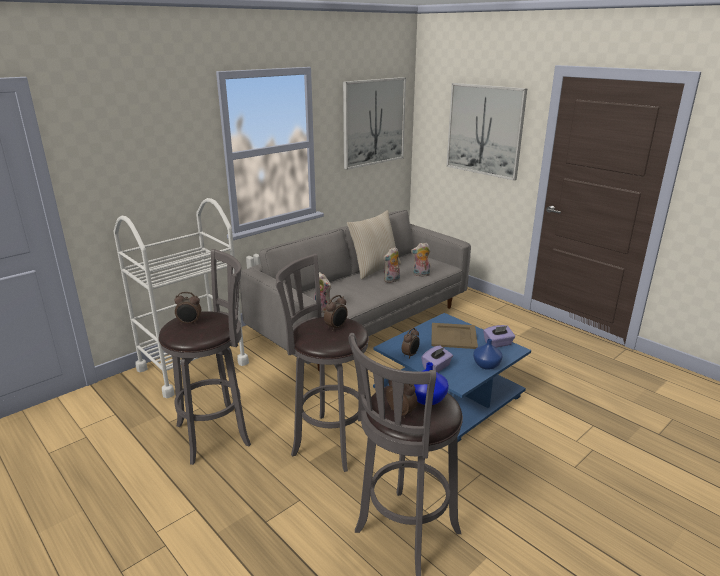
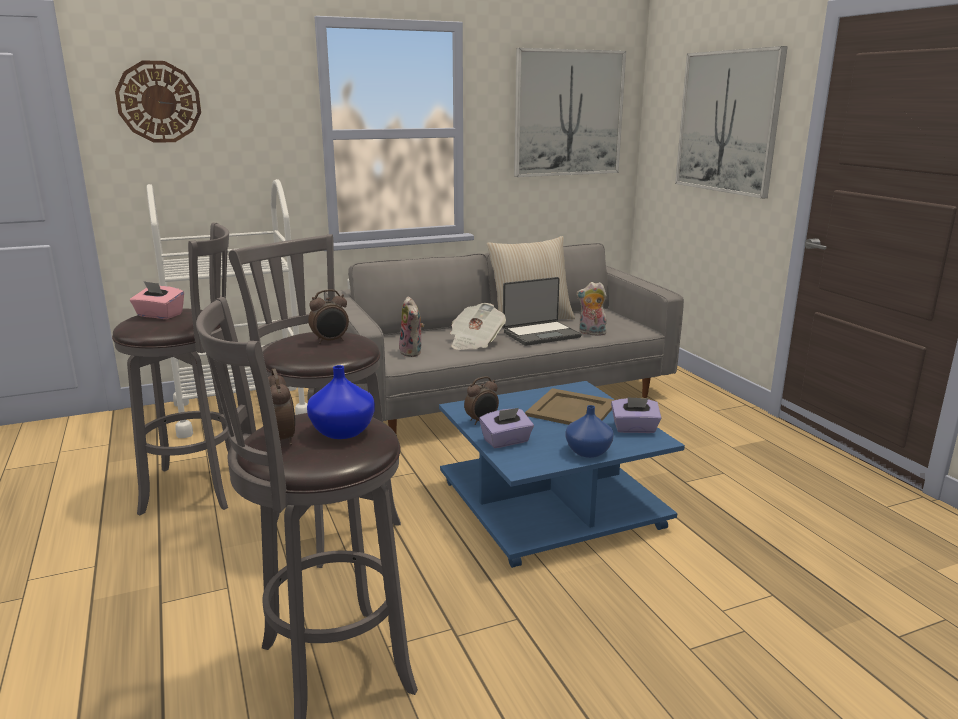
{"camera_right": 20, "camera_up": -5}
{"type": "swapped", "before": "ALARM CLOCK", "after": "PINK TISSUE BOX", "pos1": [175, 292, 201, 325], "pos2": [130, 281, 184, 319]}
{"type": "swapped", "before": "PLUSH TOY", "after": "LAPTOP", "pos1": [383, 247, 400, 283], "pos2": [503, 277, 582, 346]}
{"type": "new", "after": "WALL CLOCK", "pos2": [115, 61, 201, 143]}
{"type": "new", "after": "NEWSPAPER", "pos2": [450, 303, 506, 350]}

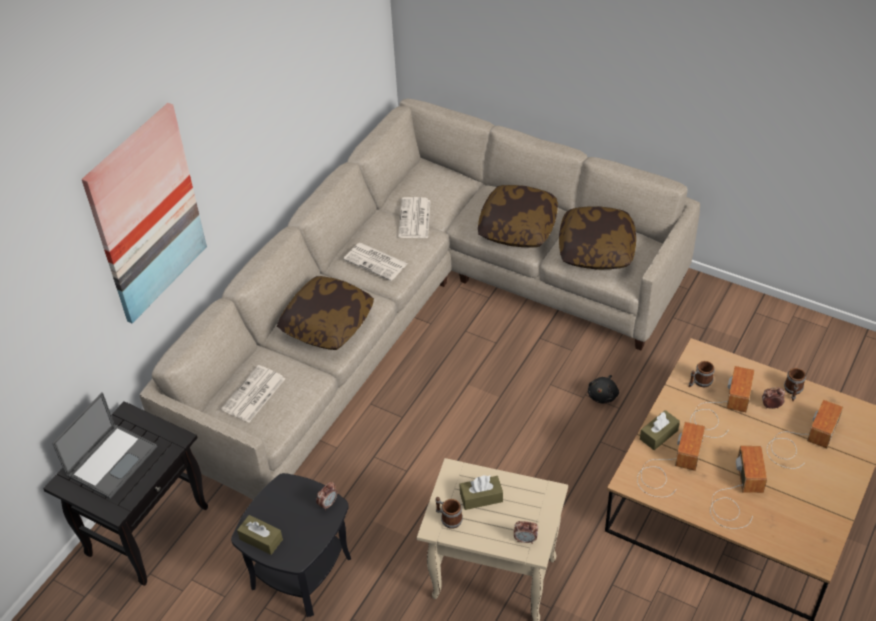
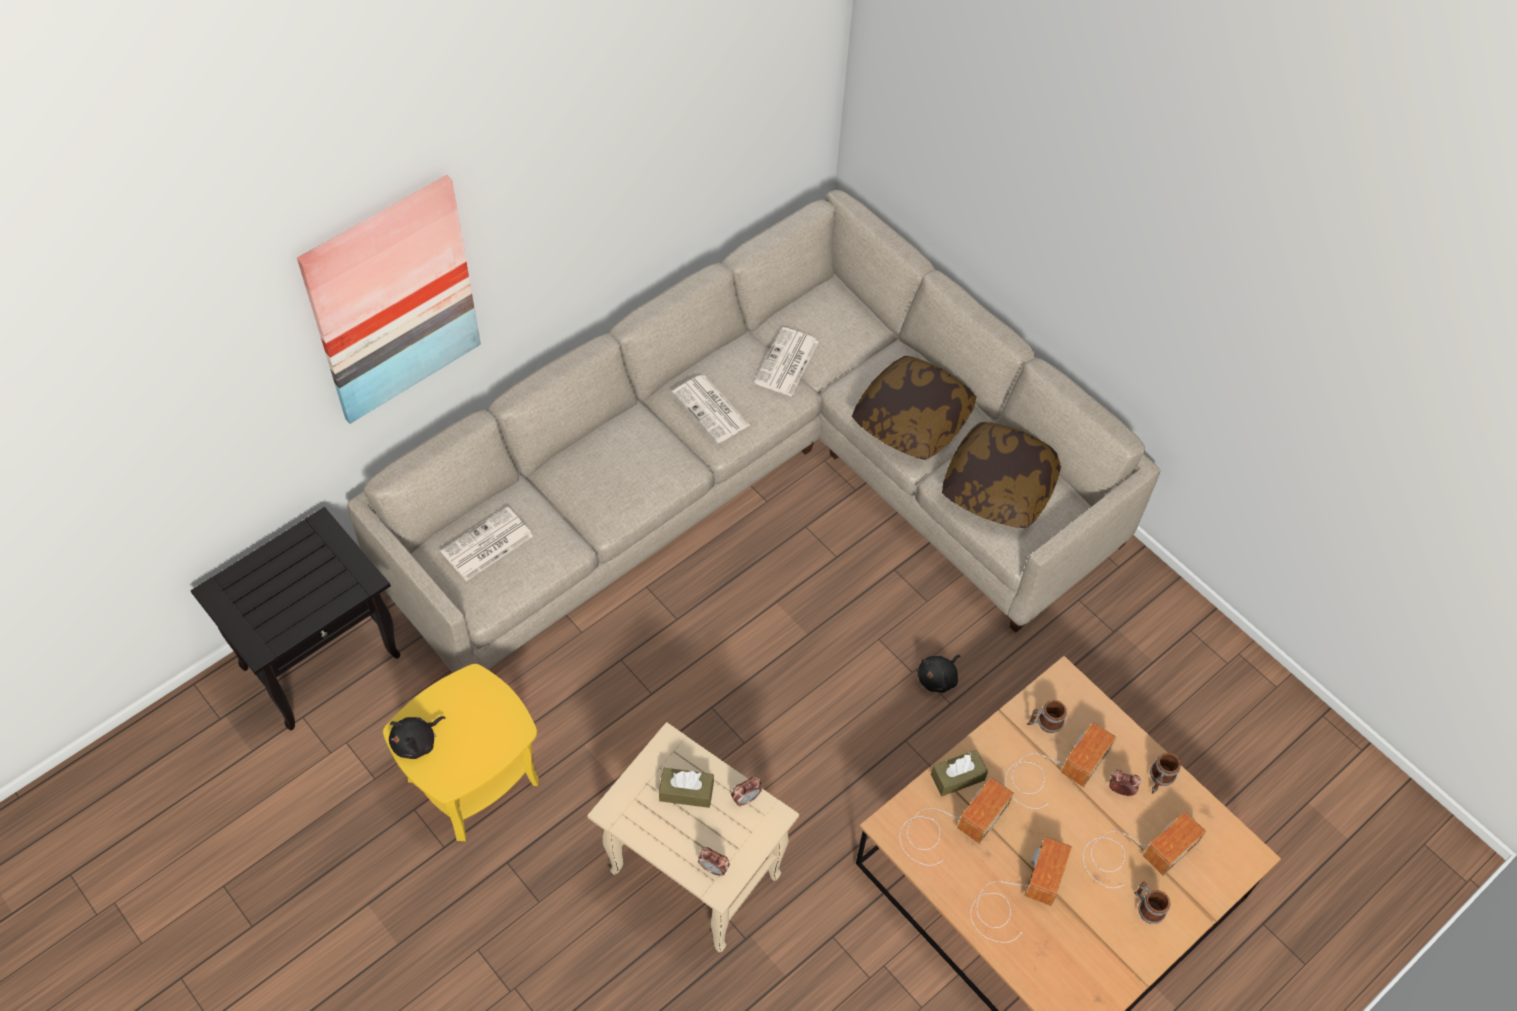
{"camera_right": 15, "camera_up": 10}
{"type": "gone", "before": "LAPTOP", "pos1": [52, 392, 157, 499]}
{"type": "repainted", "before": "BLACK SIDE TABLE", "after": "YELLOW SIDE TABLE", "pos1": [231, 473, 351, 617], "pos2": [383, 664, 539, 841]}
{"type": "swapped", "before": "BROWN TISSUE BOX", "after": "BLACK PLUSH TOY", "pos1": [237, 515, 283, 555], "pos2": [389, 716, 446, 759]}
{"type": "gone", "before": "PILLOW", "pos1": [277, 276, 374, 350]}
{"type": "shifted", "before": "ALARM CLOCK", "pos1": [316, 482, 337, 510], "pos2": [731, 776, 762, 807]}
{"type": "shifted", "before": "MUG", "pos1": [435, 497, 463, 528], "pos2": [1134, 882, 1171, 924]}

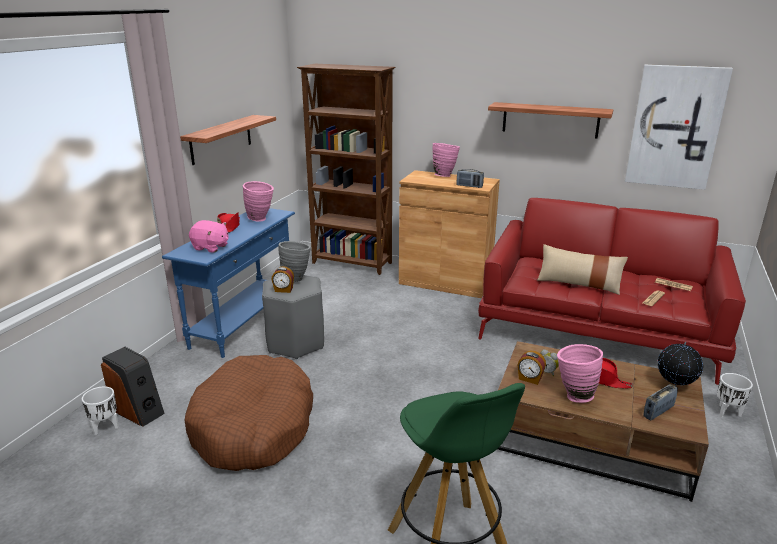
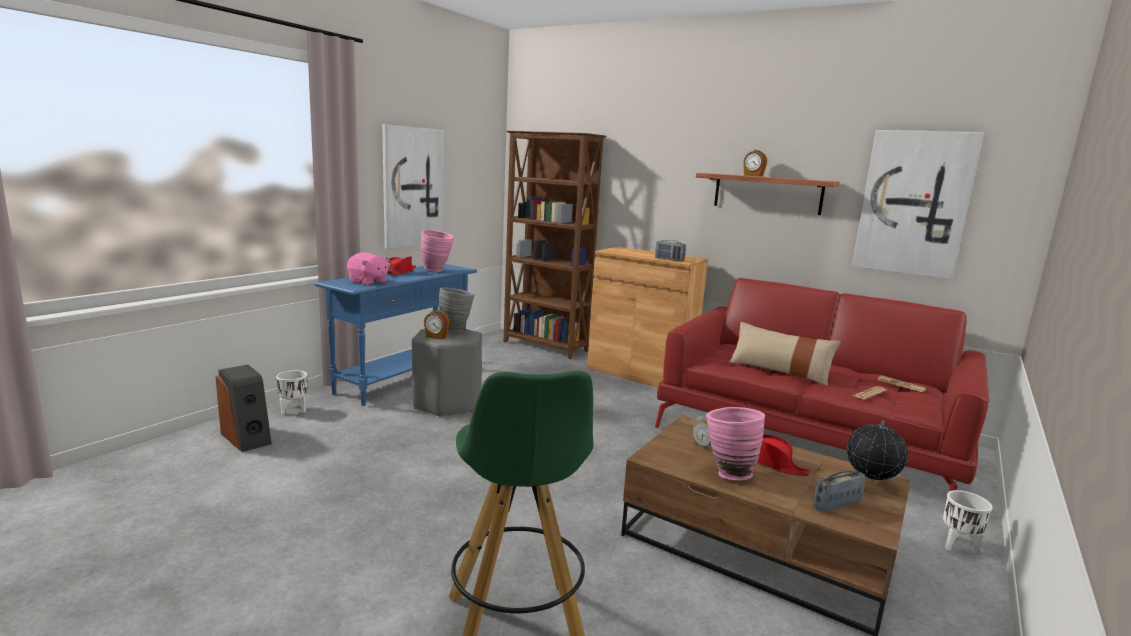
{"camera_right": 10, "camera_up": -10}
{"type": "shifted", "before": "WHITE PLANTER", "pos1": [82, 386, 119, 435], "pos2": [276, 370, 307, 414]}
{"type": "swapped", "before": "SHELF", "after": "PICTURE", "pos1": [180, 115, 276, 165], "pos2": [382, 124, 444, 249]}
{"type": "gone", "before": "BROWN DOG BED", "pos1": [184, 355, 313, 471]}
{"type": "gone", "before": "PINK VASE", "pos1": [433, 143, 460, 177]}
{"type": "shifted", "before": "ALARM CLOCK", "pos1": [517, 351, 546, 385], "pos2": [743, 150, 767, 177]}

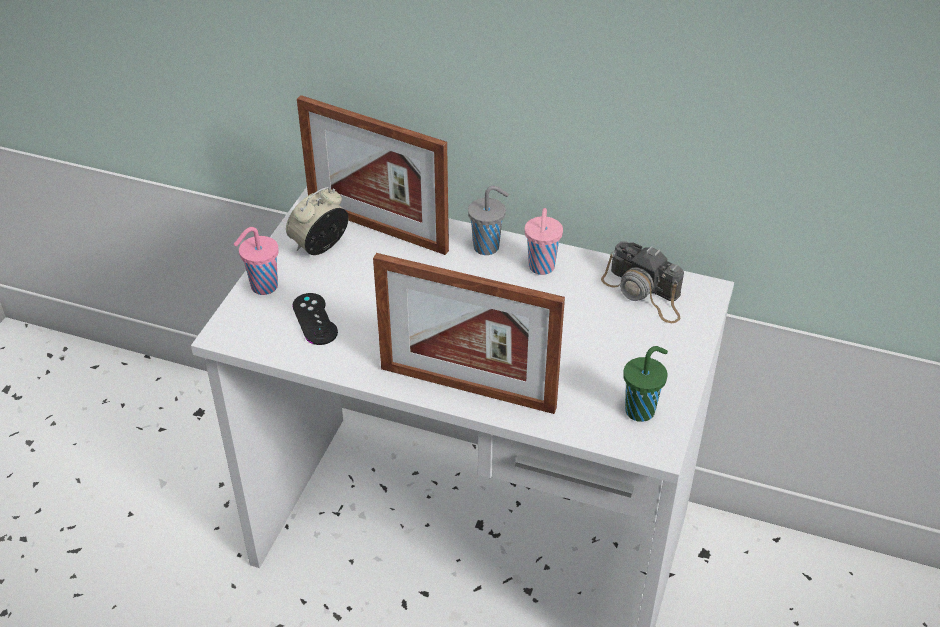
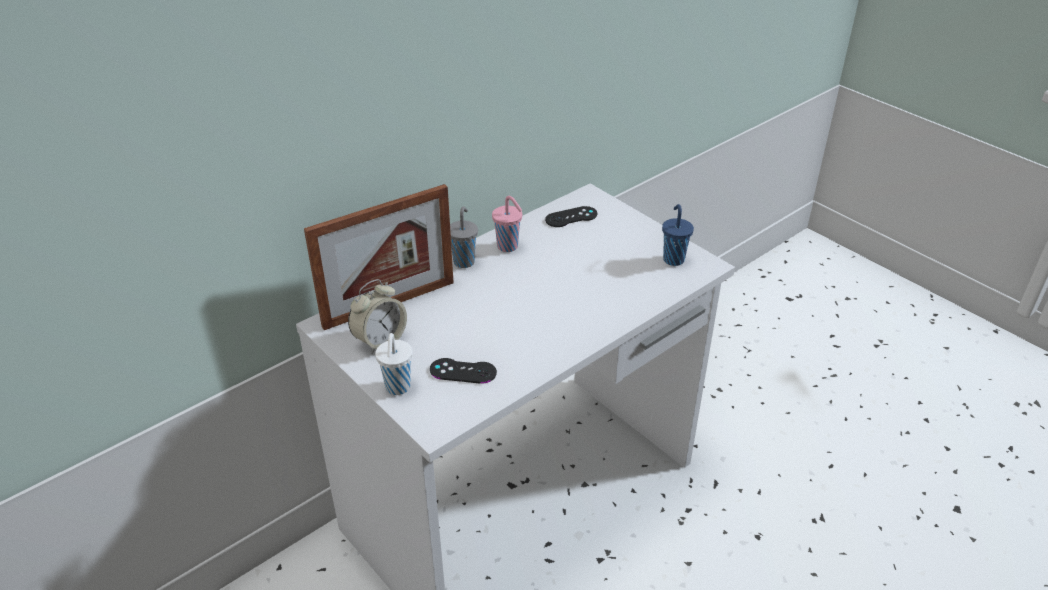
{"camera_right": -60, "camera_up": -5}
{"type": "repainted", "before": "PINK CUP", "after": "WHITE CUP", "pos1": [234, 227, 279, 295], "pos2": [375, 333, 413, 395]}
{"type": "rotated", "before": "ALARM CLOCK", "pos1": [286, 187, 349, 255], "pos2": [348, 279, 407, 354], "turn": -120}
{"type": "gone", "before": "PICTURE FRAME", "pos1": [373, 253, 565, 414]}
{"type": "swapped", "before": "PHOTO CAMERA", "after": "BLACK GAME CONTROLLER", "pos1": [601, 241, 684, 323], "pos2": [545, 206, 597, 227]}
{"type": "repainted", "before": "GREEN CUP", "after": "BLUE CUP", "pos1": [623, 346, 668, 422], "pos2": [662, 204, 694, 266]}

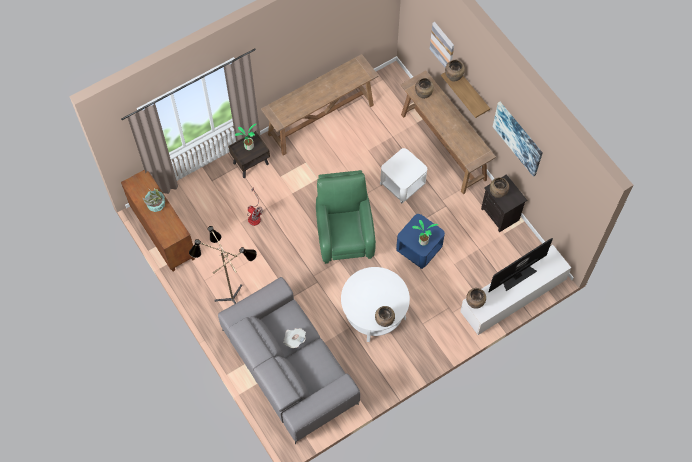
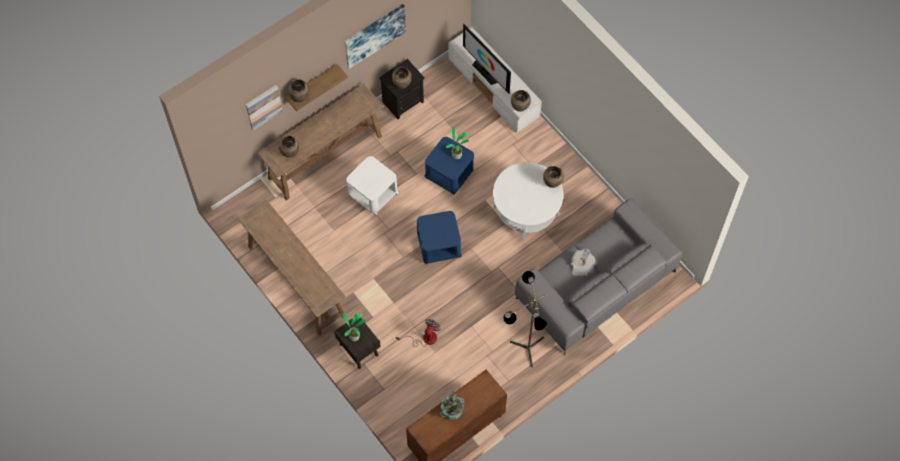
{"camera_right": -95, "camera_up": 0}
{"type": "swapped", "before": "GREEN ARMCHAIR", "after": "BLUE SIDE TABLE", "pos1": [316, 170, 376, 264], "pos2": [417, 211, 462, 264]}

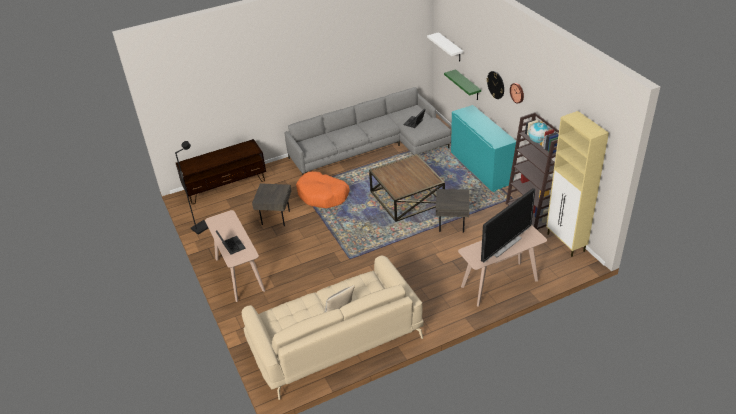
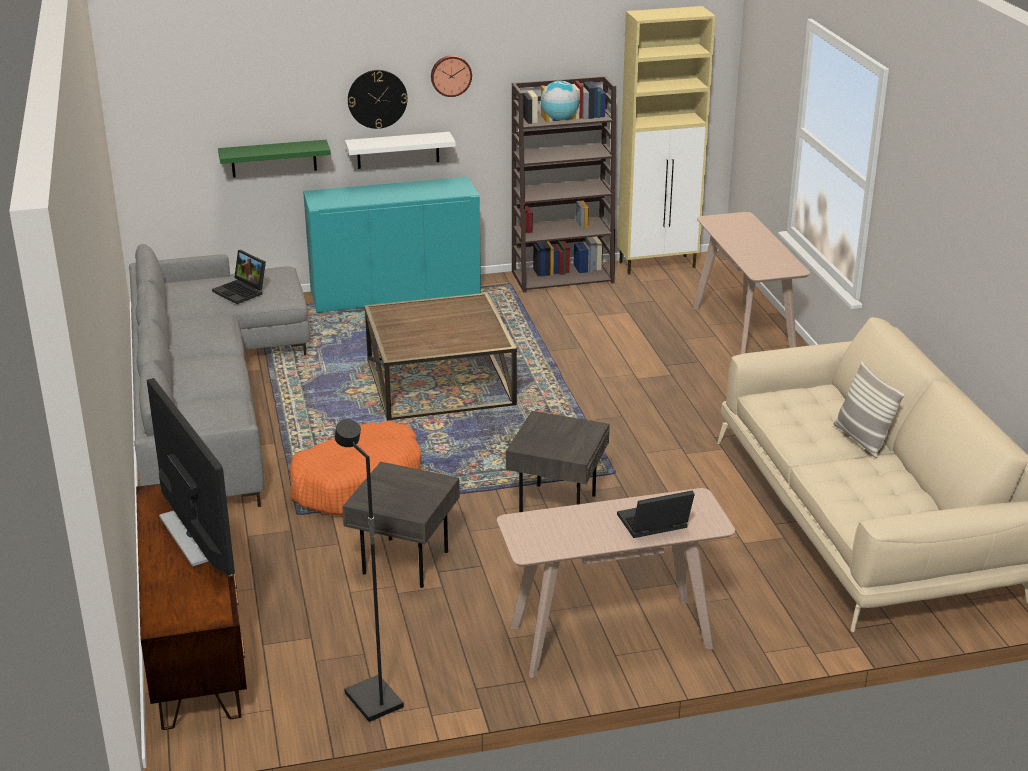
{"camera_right": -80, "camera_up": -10}
{"type": "shifted", "before": "WHITE SHELF", "pos1": [427, 32, 463, 61], "pos2": [345, 132, 456, 169]}
{"type": "shifted", "before": "GREY SIDE TABLE", "pos1": [436, 189, 469, 233], "pos2": [506, 411, 610, 512]}
{"type": "shifted", "before": "TELEVISION", "pos1": [481, 188, 536, 262], "pos2": [147, 378, 235, 577]}

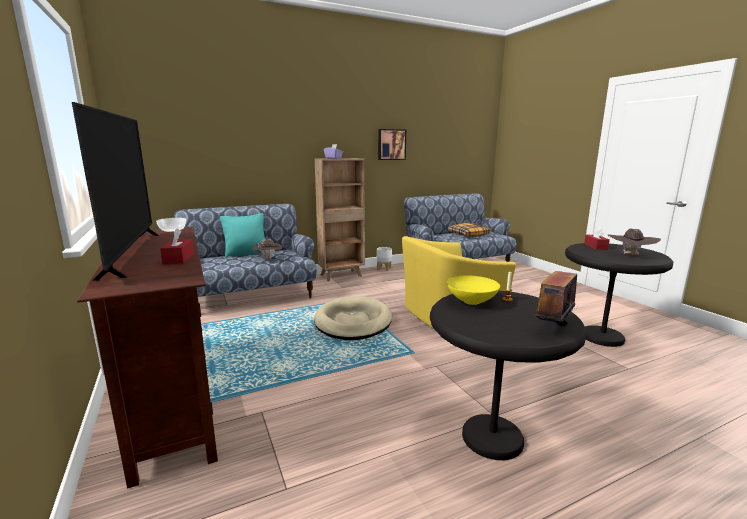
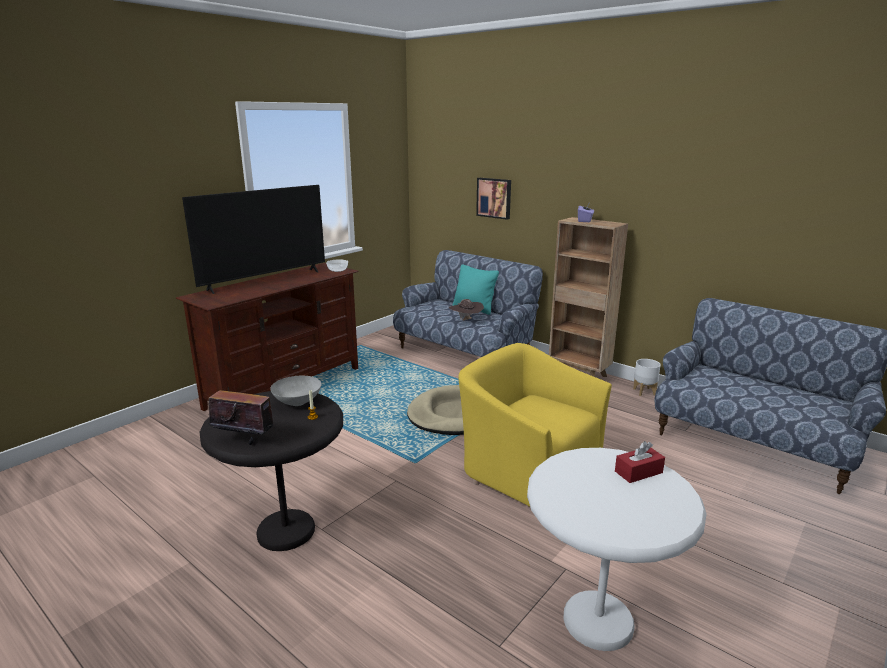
{"camera_right": 65, "camera_up": 5}
{"type": "gone", "before": "RED TISSUE BOX", "pos1": [160, 228, 194, 264]}
{"type": "shifted", "before": "PICTURE", "pos1": [378, 129, 406, 160], "pos2": [476, 178, 511, 220]}
{"type": "repainted", "before": "YELLOW BOWL", "after": "GREY BOWL", "pos1": [447, 275, 500, 305], "pos2": [270, 376, 321, 406]}
{"type": "gone", "before": "PILLOW", "pos1": [448, 223, 491, 237]}
{"type": "repainted", "before": "BLACK SIDE TABLE", "after": "WHITE SIDE TABLE", "pos1": [565, 243, 673, 347], "pos2": [527, 448, 707, 651]}
{"type": "gone", "before": "BROWN HAT", "pos1": [607, 228, 661, 255]}

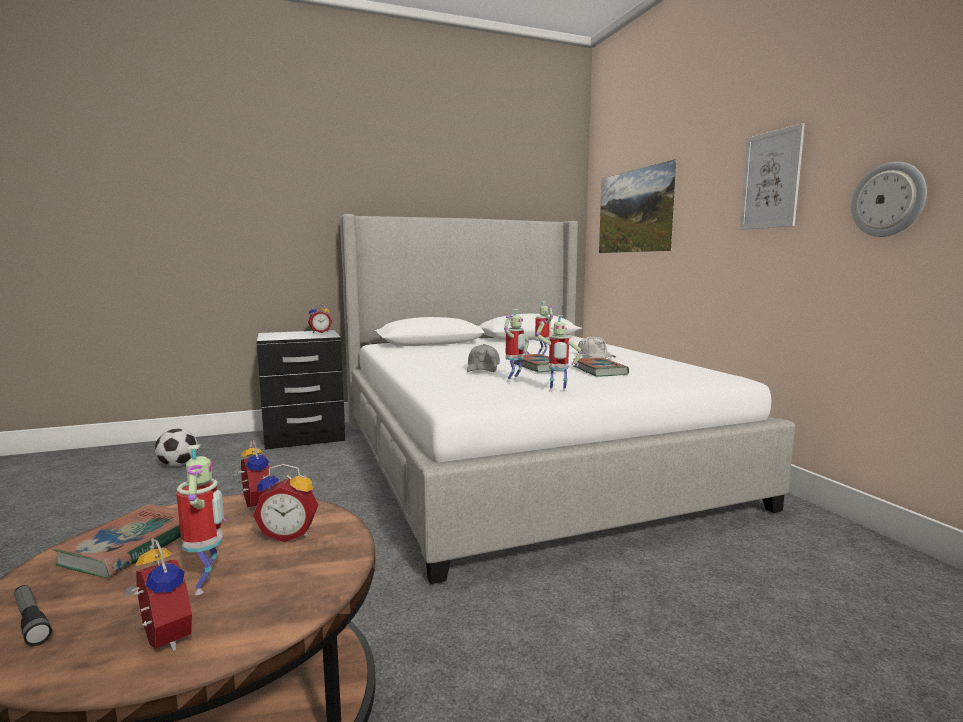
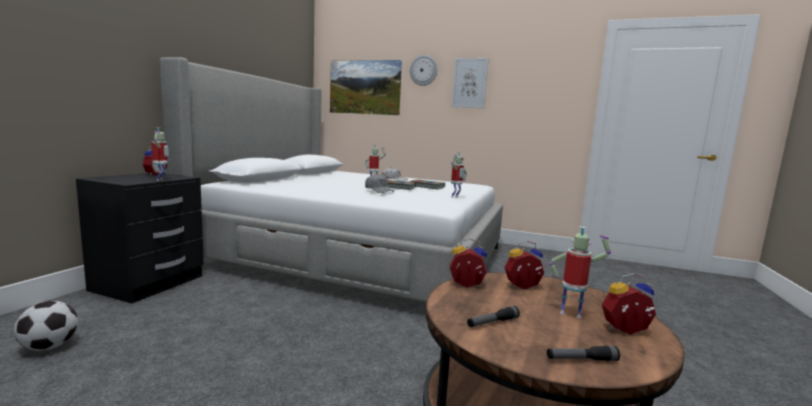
{"camera_right": -50, "camera_up": 0}
{"type": "swapped", "before": "BOOK", "after": "FLASHLIGHT", "pos1": [52, 504, 181, 578], "pos2": [467, 306, 520, 327]}
{"type": "rotated", "before": "ALARM CLOCK", "pos1": [253, 464, 318, 542], "pos2": [505, 241, 544, 289], "turn": -135}
{"type": "shifted", "before": "TOY ROBOT", "pos1": [504, 309, 530, 382], "pos2": [151, 127, 171, 181]}
{"type": "shifted", "before": "WALL CLOCK", "pos1": [851, 162, 927, 237], "pos2": [410, 55, 438, 86]}

